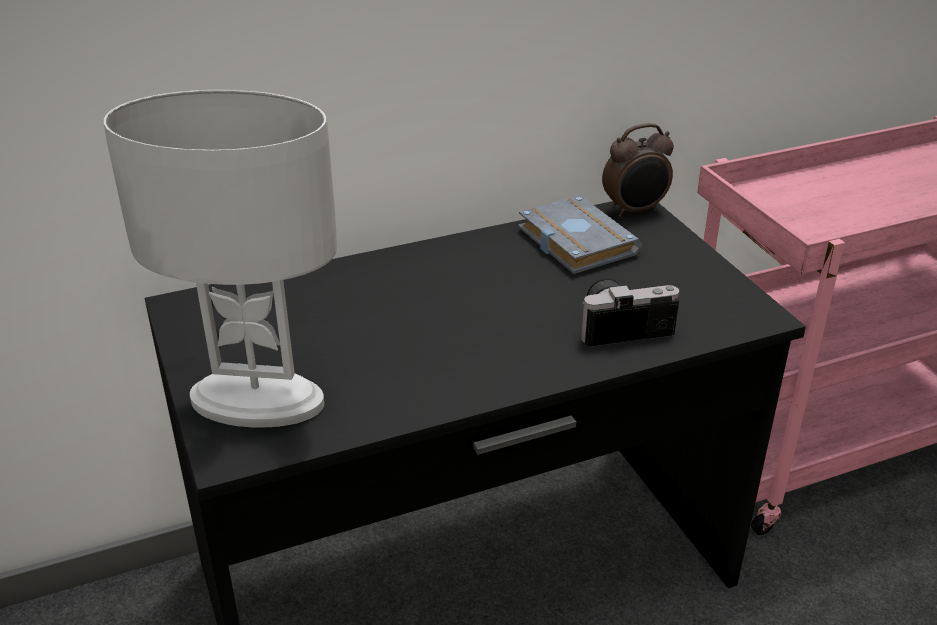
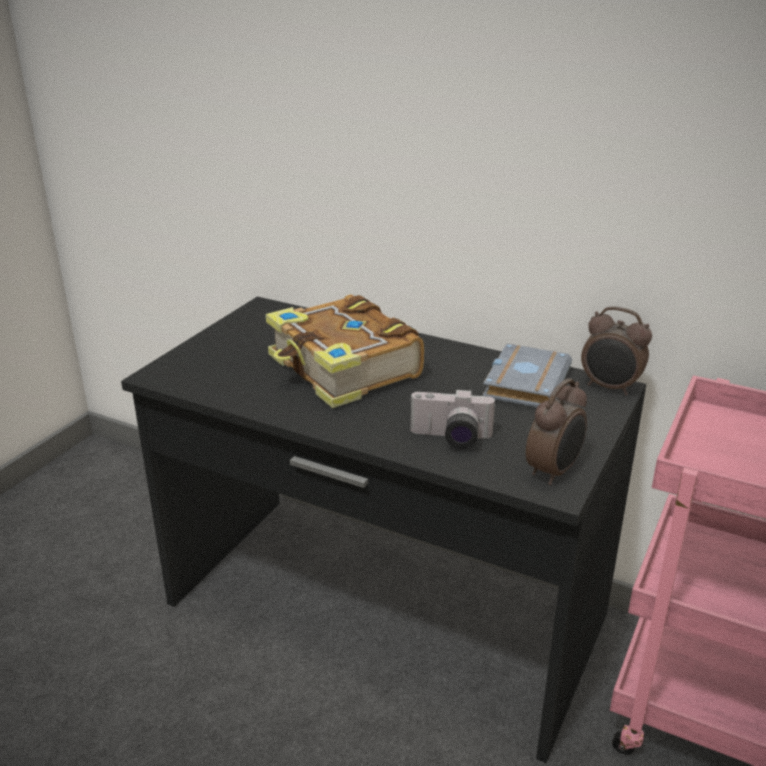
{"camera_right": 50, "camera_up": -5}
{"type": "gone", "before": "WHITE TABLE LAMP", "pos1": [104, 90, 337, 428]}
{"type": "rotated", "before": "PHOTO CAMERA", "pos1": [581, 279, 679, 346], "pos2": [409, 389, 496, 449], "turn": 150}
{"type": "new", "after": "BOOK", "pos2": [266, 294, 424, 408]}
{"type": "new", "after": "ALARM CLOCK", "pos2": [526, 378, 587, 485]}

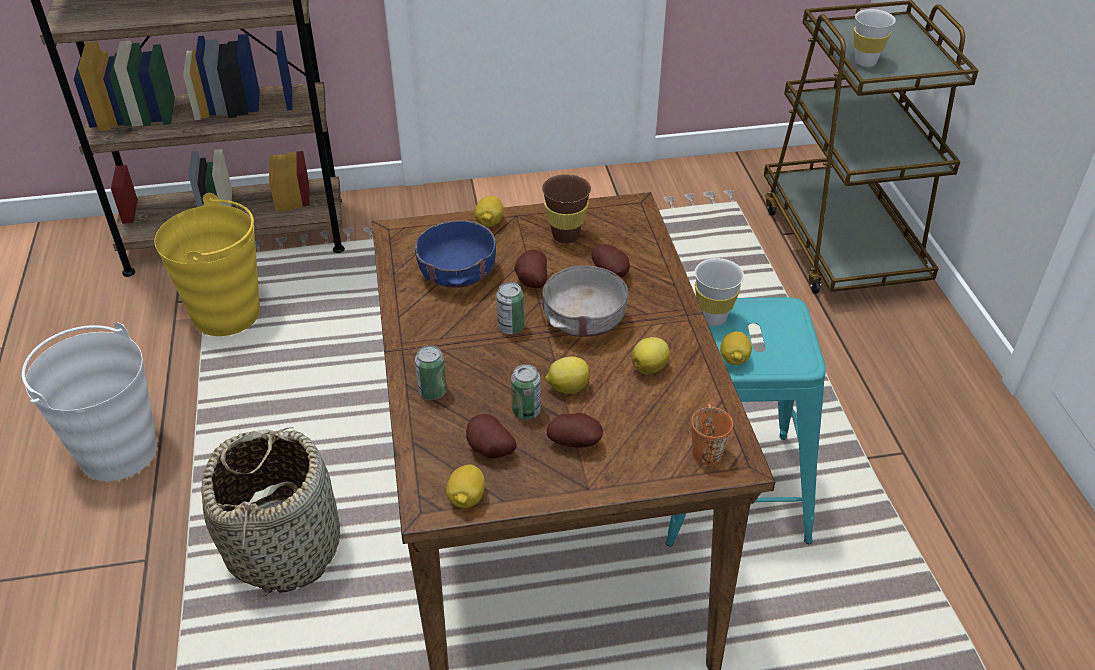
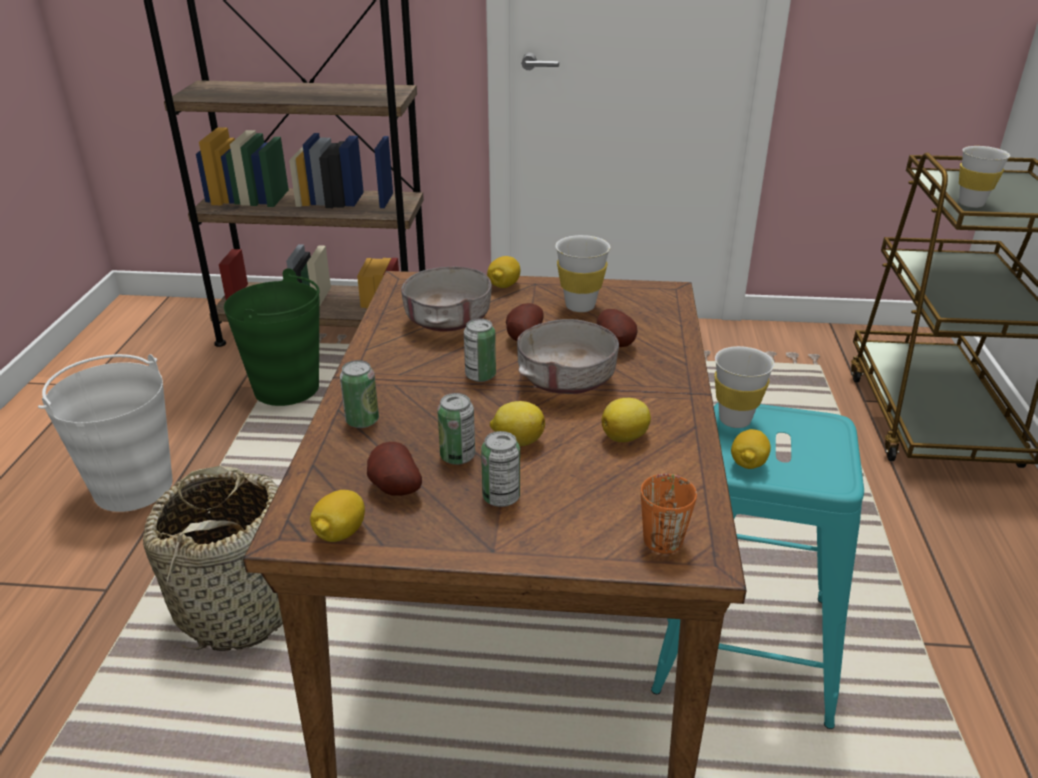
{"camera_right": 15, "camera_up": -10}
{"type": "repainted", "before": "YELLOW BUCKET", "after": "GREEN BUCKET", "pos1": [154, 193, 260, 336], "pos2": [224, 268, 320, 406]}
{"type": "repainted", "before": "BLUE BOWL", "after": "GREY BOWL", "pos1": [415, 220, 496, 288], "pos2": [401, 267, 492, 332]}
{"type": "repainted", "before": "BROWN CUP", "after": "WHITE CUP", "pos1": [542, 174, 591, 243], "pos2": [555, 235, 610, 312]}
{"type": "swapped", "before": "POTATO", "after": "CAN", "pos1": [547, 413, 603, 448], "pos2": [481, 431, 520, 507]}

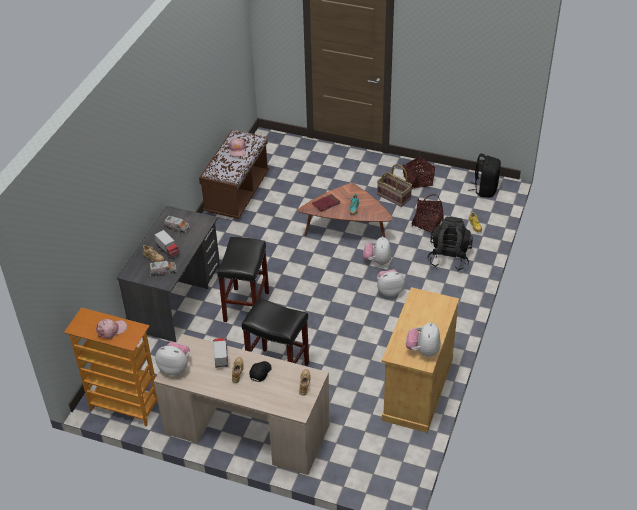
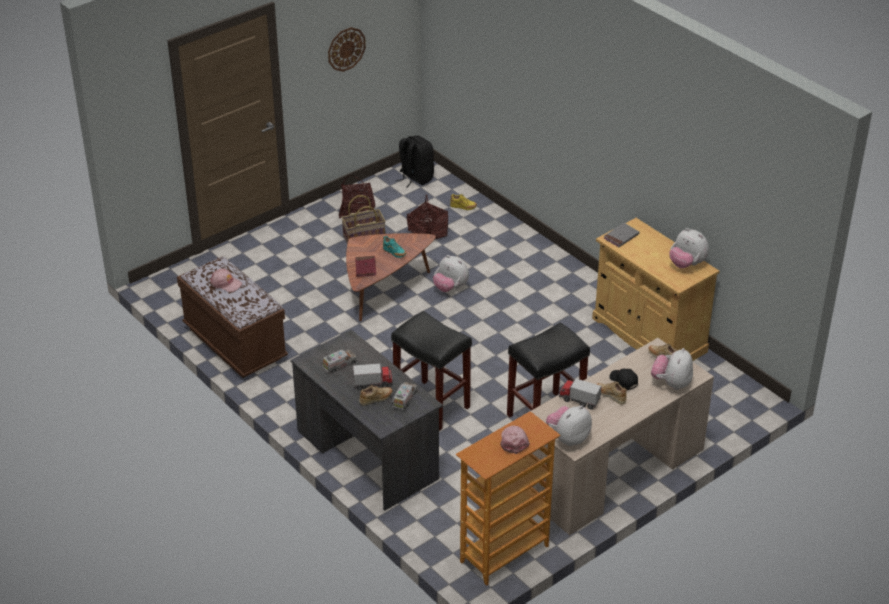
{"camera_right": -60, "camera_up": -5}
{"type": "shifted", "before": "PLUSH TOY", "pos1": [377, 269, 405, 297], "pos2": [651, 348, 693, 390]}
{"type": "gone", "before": "BLACK BACKPACK", "pos1": [427, 217, 473, 271]}
{"type": "new", "after": "WALL CLOCK", "pos2": [328, 27, 366, 72]}
{"type": "new", "after": "GREY BOOK", "pos2": [604, 223, 639, 247]}

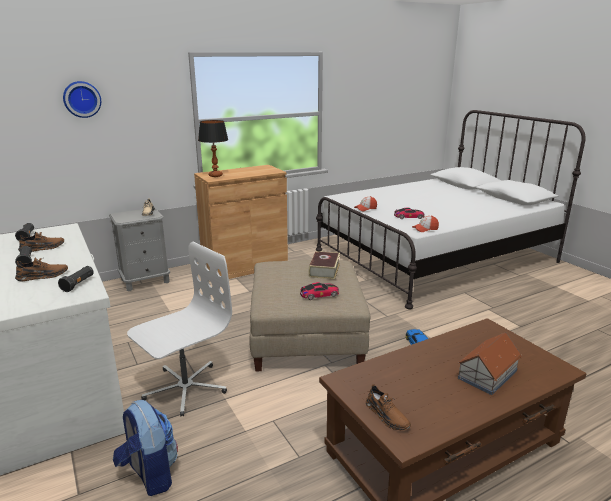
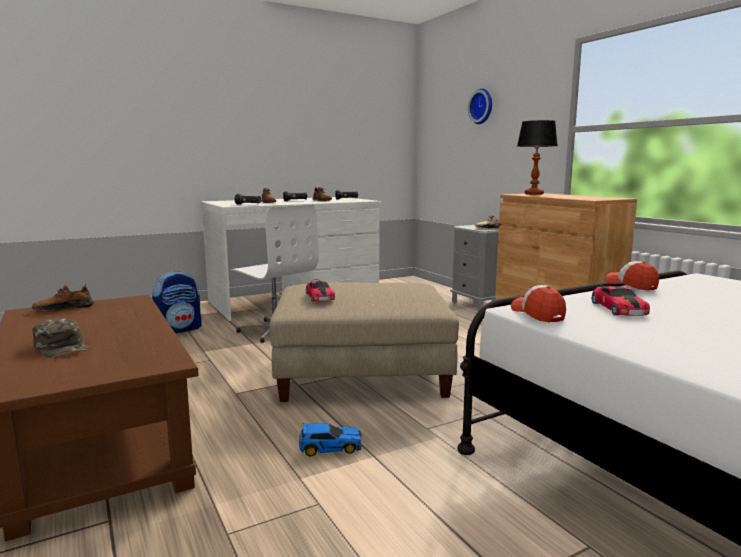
{"camera_right": 90, "camera_up": -10}
{"type": "gone", "before": "BOOK", "pos1": [308, 251, 340, 279]}
{"type": "swapped", "before": "TOY HOUSE", "after": "GREEN CAP", "pos1": [458, 332, 522, 395], "pos2": [32, 318, 89, 358]}

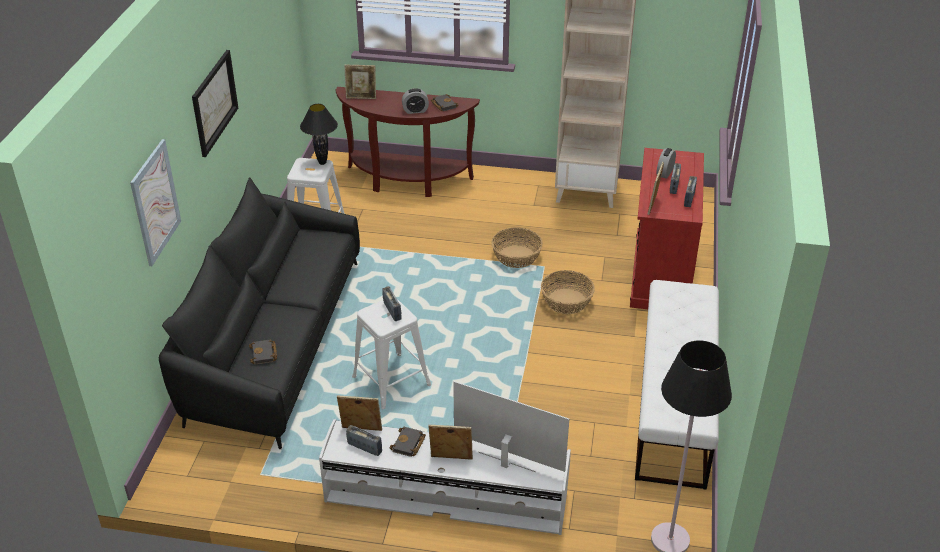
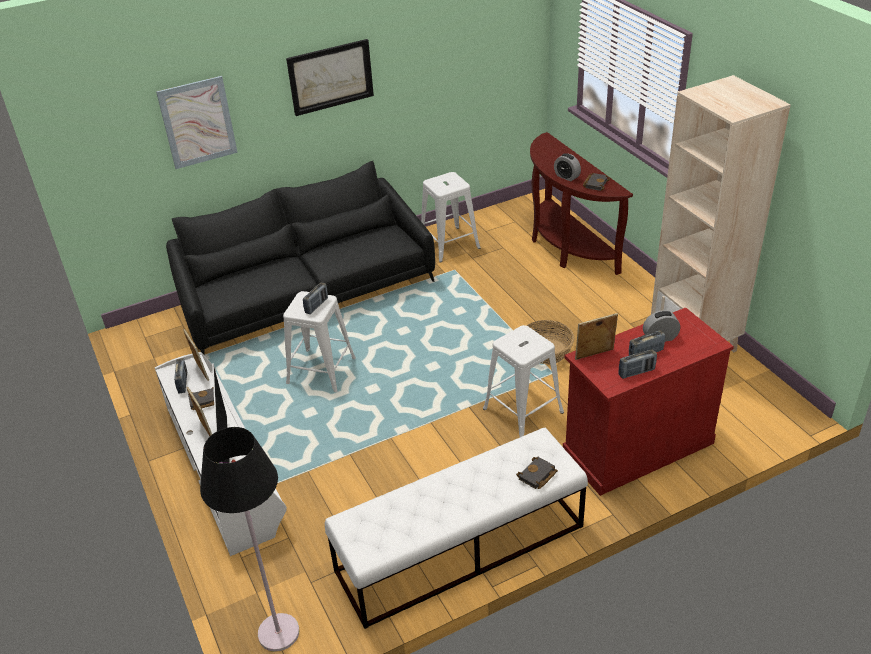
{"camera_right": 55, "camera_up": 0}
{"type": "shifted", "before": "BLACK BOOK", "pos1": [249, 339, 277, 365], "pos2": [516, 457, 558, 489]}
{"type": "gone", "before": "BLACK TABLE LAMP", "pos1": [300, 104, 338, 165]}
{"type": "gone", "before": "PICTURE FRAME", "pos1": [345, 65, 376, 99]}
{"type": "swapped", "before": "BASKET", "after": "WHITE STOOL", "pos1": [541, 270, 595, 314], "pos2": [483, 325, 564, 437]}

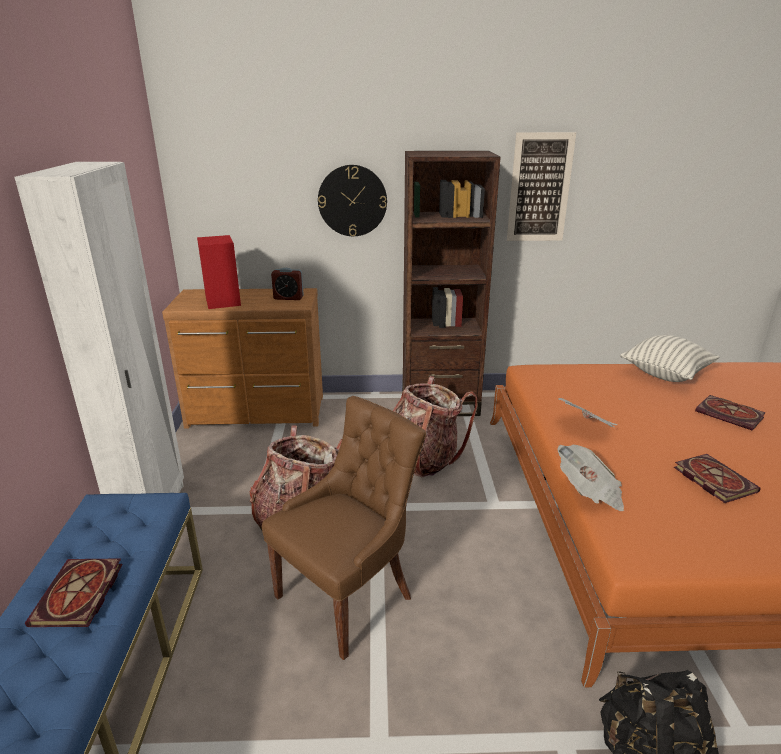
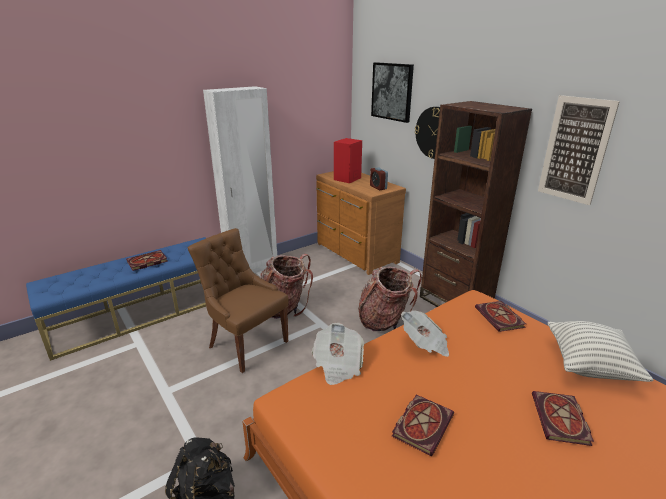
{"camera_right": 55, "camera_up": 0}
{"type": "rotated", "before": "BROWN CHAIR", "pos1": [262, 396, 426, 660], "pos2": [188, 228, 288, 373], "turn": -150}
{"type": "new", "after": "PICTURE", "pos2": [371, 62, 414, 123]}
{"type": "new", "after": "BOOK", "pos2": [475, 301, 526, 332]}

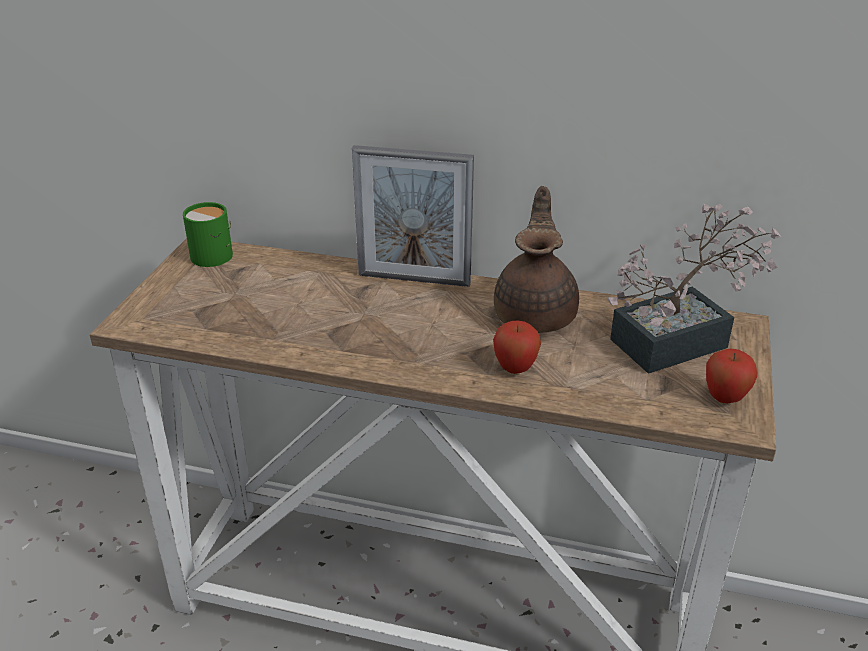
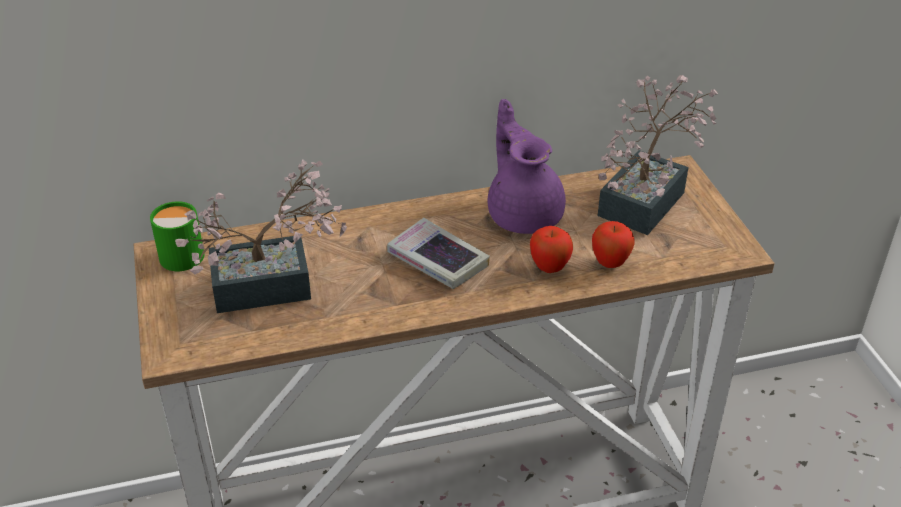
{"camera_right": -30, "camera_up": 5}
{"type": "gone", "before": "PICTURE FRAME", "pos1": [352, 145, 474, 287]}
{"type": "repainted", "before": "BROWN TEAPOT", "after": "PURPLE TEAPOT", "pos1": [494, 186, 579, 333], "pos2": [488, 99, 566, 234]}
{"type": "shifted", "before": "APPLE", "pos1": [706, 349, 757, 403], "pos2": [592, 221, 635, 268]}
{"type": "new", "after": "POTTED PLANT", "pos2": [175, 160, 347, 313]}
{"type": "new", "after": "BOOK", "pos2": [387, 218, 490, 289]}

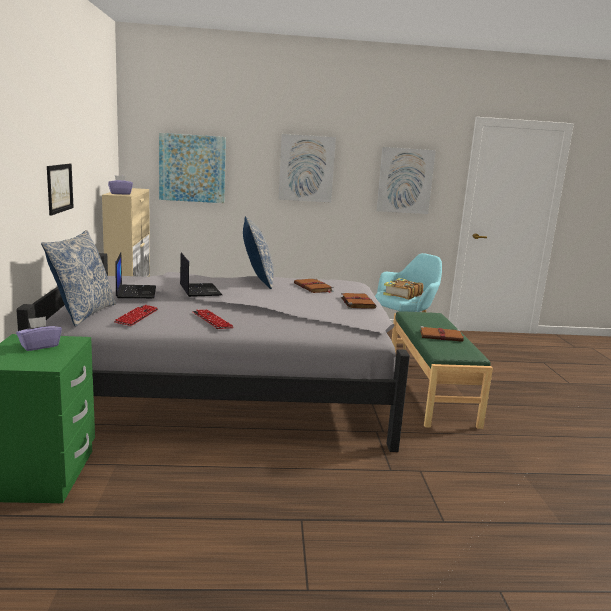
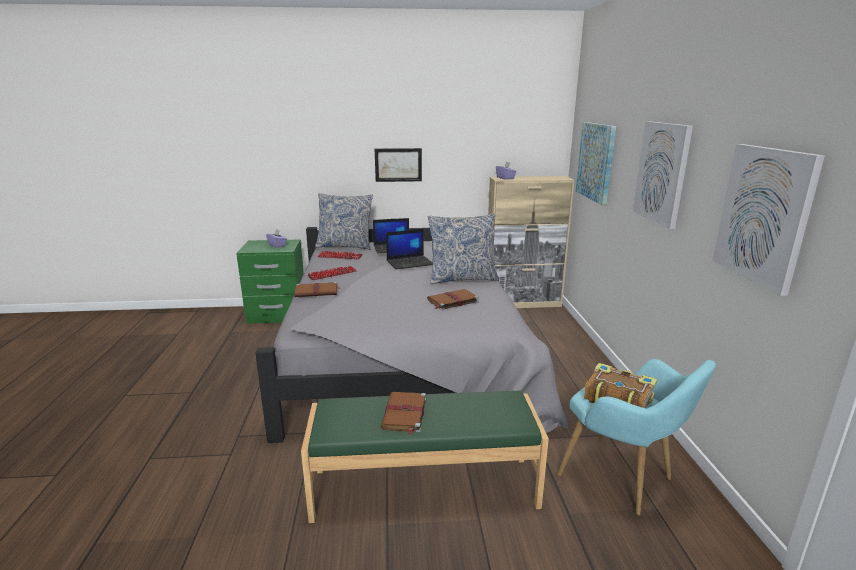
{"camera_right": 90, "camera_up": 5}
{"type": "shifted", "before": "BROWN BOOK", "pos1": [340, 293, 377, 309], "pos2": [294, 282, 341, 297]}

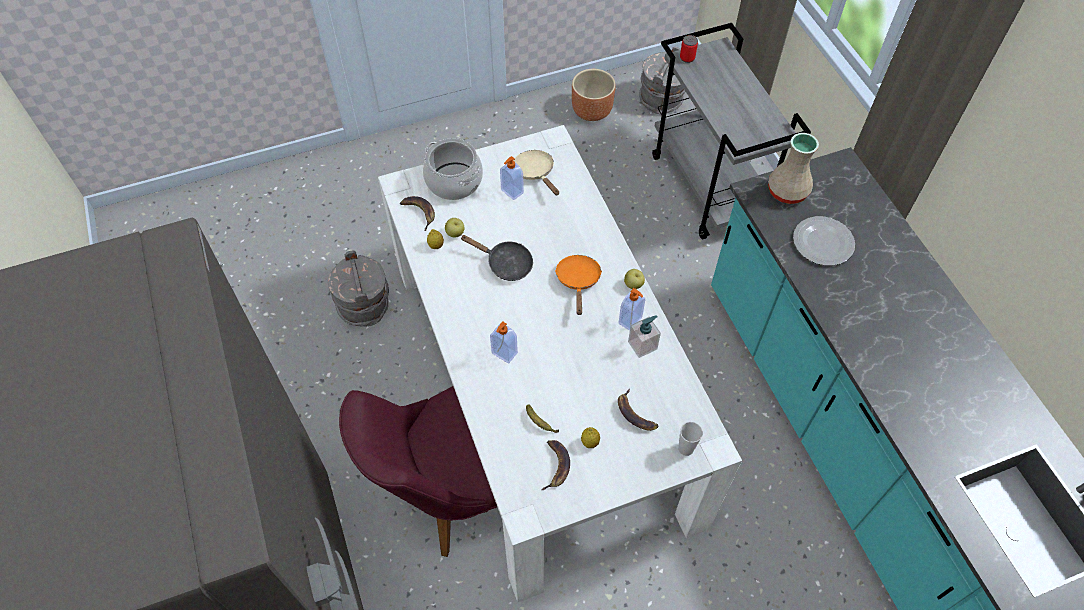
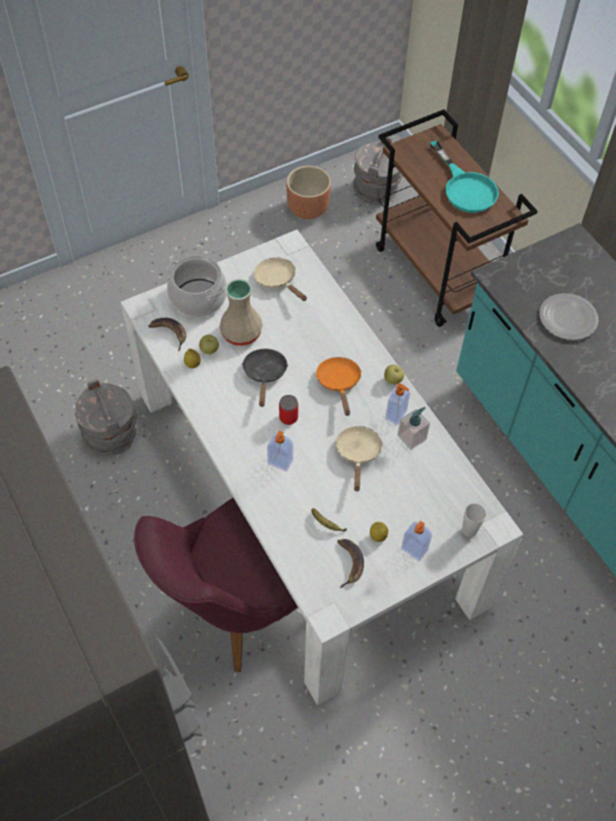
{"camera_right": -10, "camera_up": 0}
{"type": "rotated", "before": "BLACK FRYING PAN", "pos1": [460, 235, 533, 281], "pos2": [242, 349, 288, 407], "turn": -105}
{"type": "shifted", "before": "SOAP DISPENSER", "pos1": [500, 156, 524, 200], "pos2": [401, 521, 432, 561]}
{"type": "gone", "before": "BANANA", "pos1": [618, 389, 658, 431]}
{"type": "repainted", "before": "GREY CART", "after": "BROWN CART", "pos1": [652, 23, 811, 240], "pos2": [376, 109, 538, 327]}
{"type": "shifted", "before": "CAN", "pos1": [680, 35, 698, 63], "pos2": [279, 395, 298, 425]}
{"type": "shifted", "before": "BEIGE VASE", "pos1": [768, 133, 819, 204], "pos2": [219, 279, 263, 346]}
{"type": "new", "after": "BEIGE FRYING PAN", "pos2": [335, 426, 383, 491]}
{"type": "new", "after": "TURQUOISE FRYING PAN", "pos2": [430, 141, 499, 213]}

